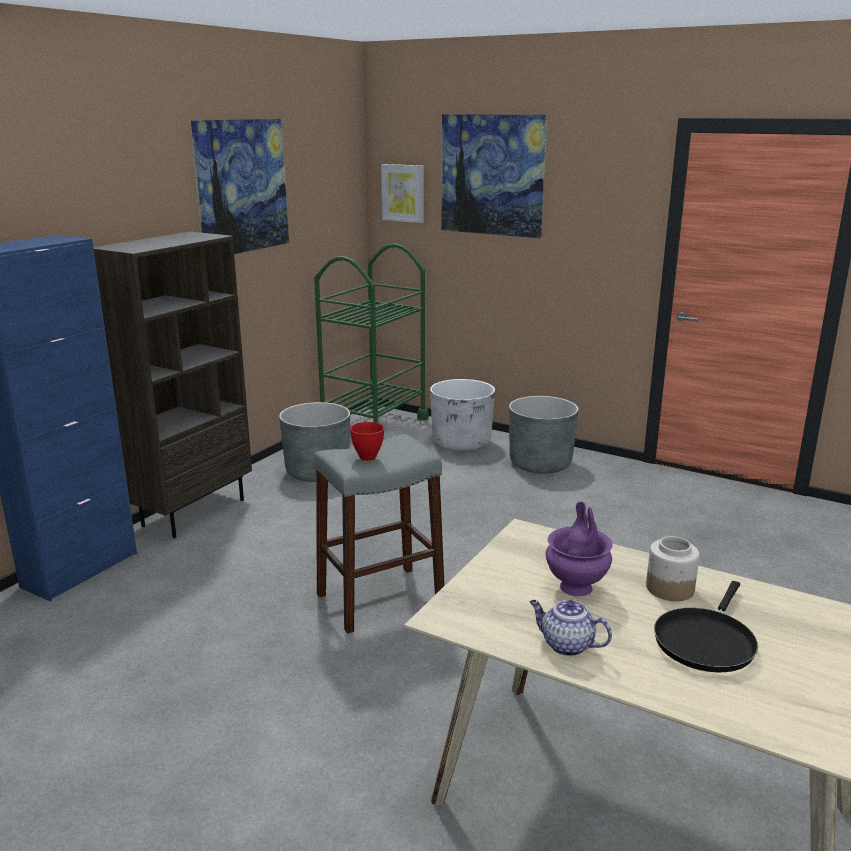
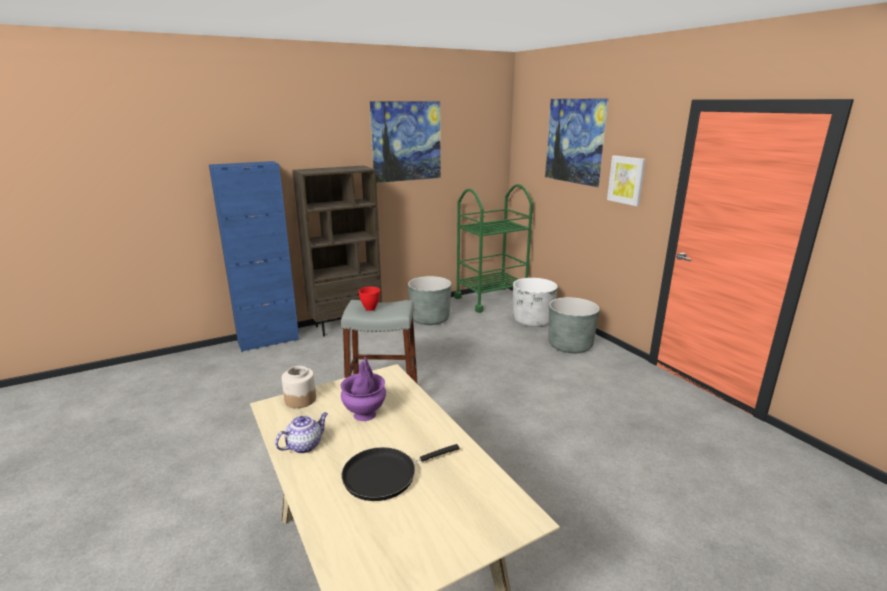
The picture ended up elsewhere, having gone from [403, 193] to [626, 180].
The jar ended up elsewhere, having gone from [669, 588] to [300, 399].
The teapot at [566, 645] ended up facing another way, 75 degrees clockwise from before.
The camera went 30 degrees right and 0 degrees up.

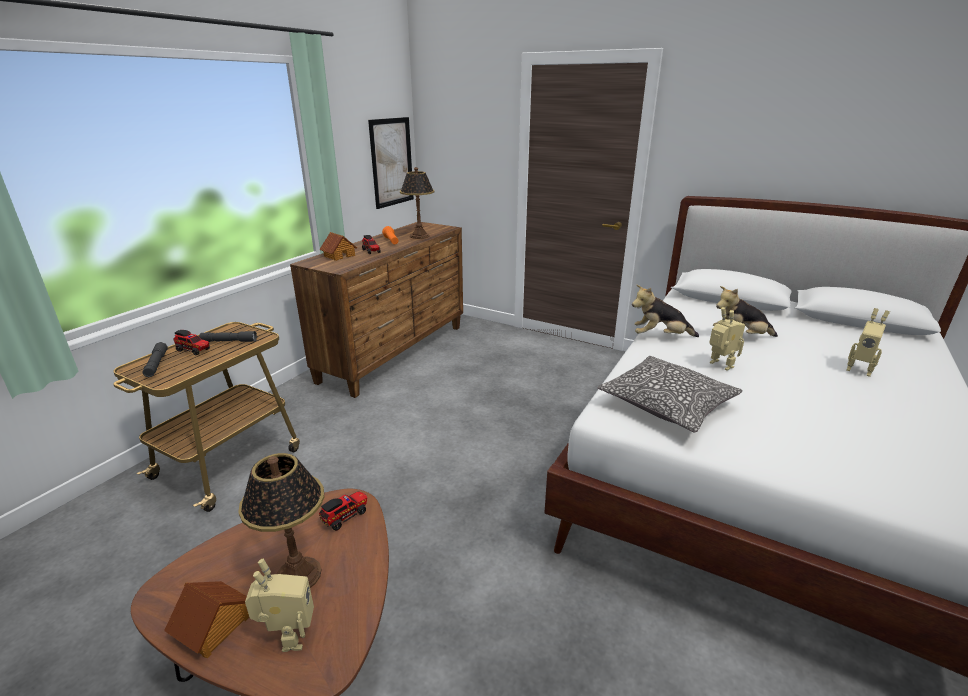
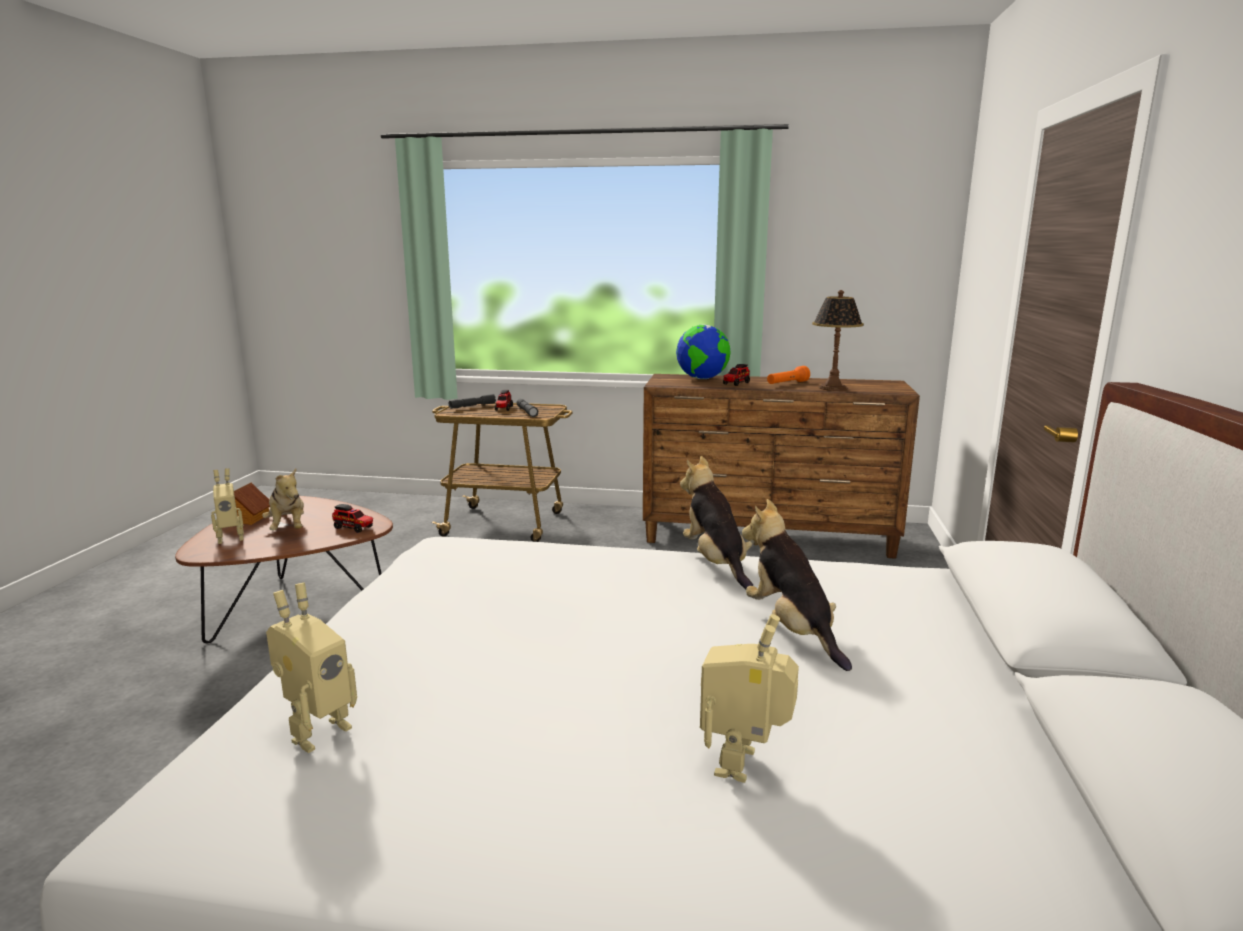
The second view lost the picture at [391, 162].
Where the toy_house stood at [339, 256], the globe came to stand at [702, 379].
The toy_robot ended up elsewhere, having gone from [719, 366] to [316, 731].
The second view lost the pillow at [667, 404].
Where the table_lamp stood at [298, 574], the plush_toy came to stand at [288, 528].
The camera went 70 degrees right and 10 degrees down.

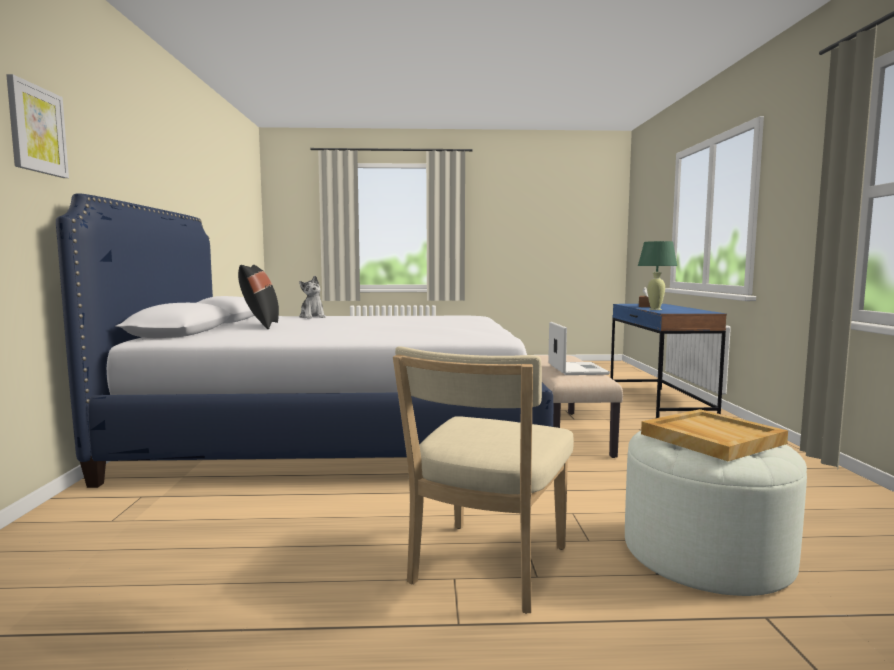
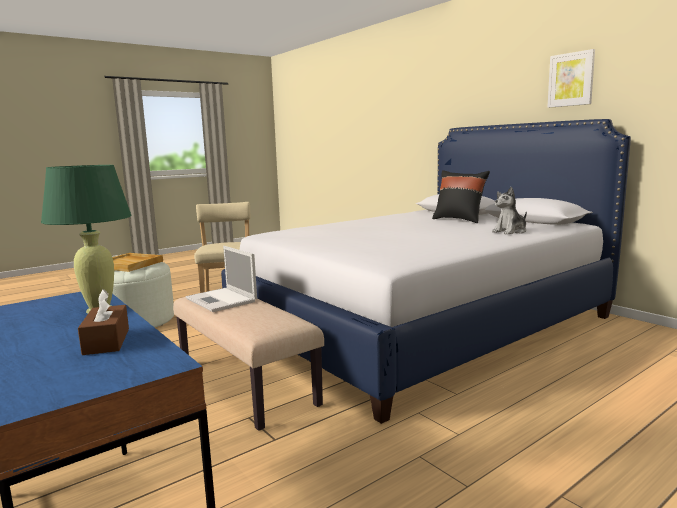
The picture ended up elsewhere, having gone from [36, 129] to [571, 79].
The plush_toy at [312, 317] ended up facing another way, 60 degrees counterclockwise from before.
The camera went 145 degrees right and 5 degrees up.

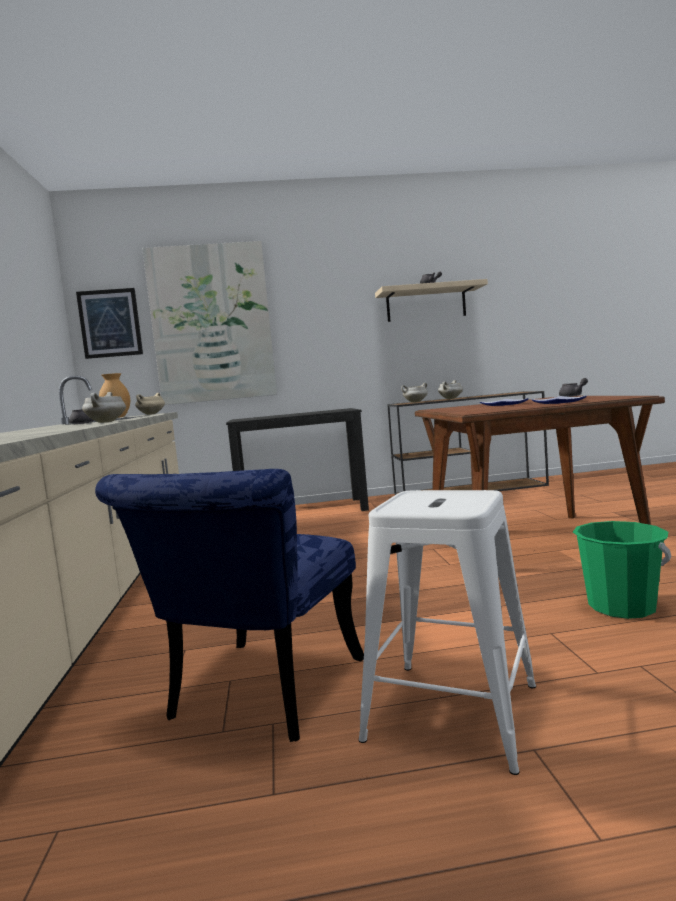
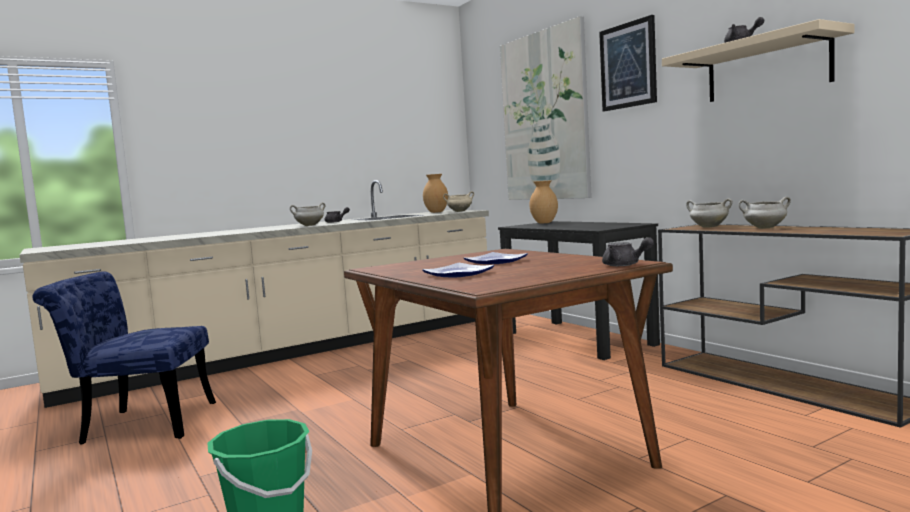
The picture ended up elsewhere, having gone from [110, 323] to [628, 65].
The second view lost the white_stool at [451, 712].
The second view gained the brown_vase at [545, 223].
The camera went 65 degrees right and 0 degrees up.

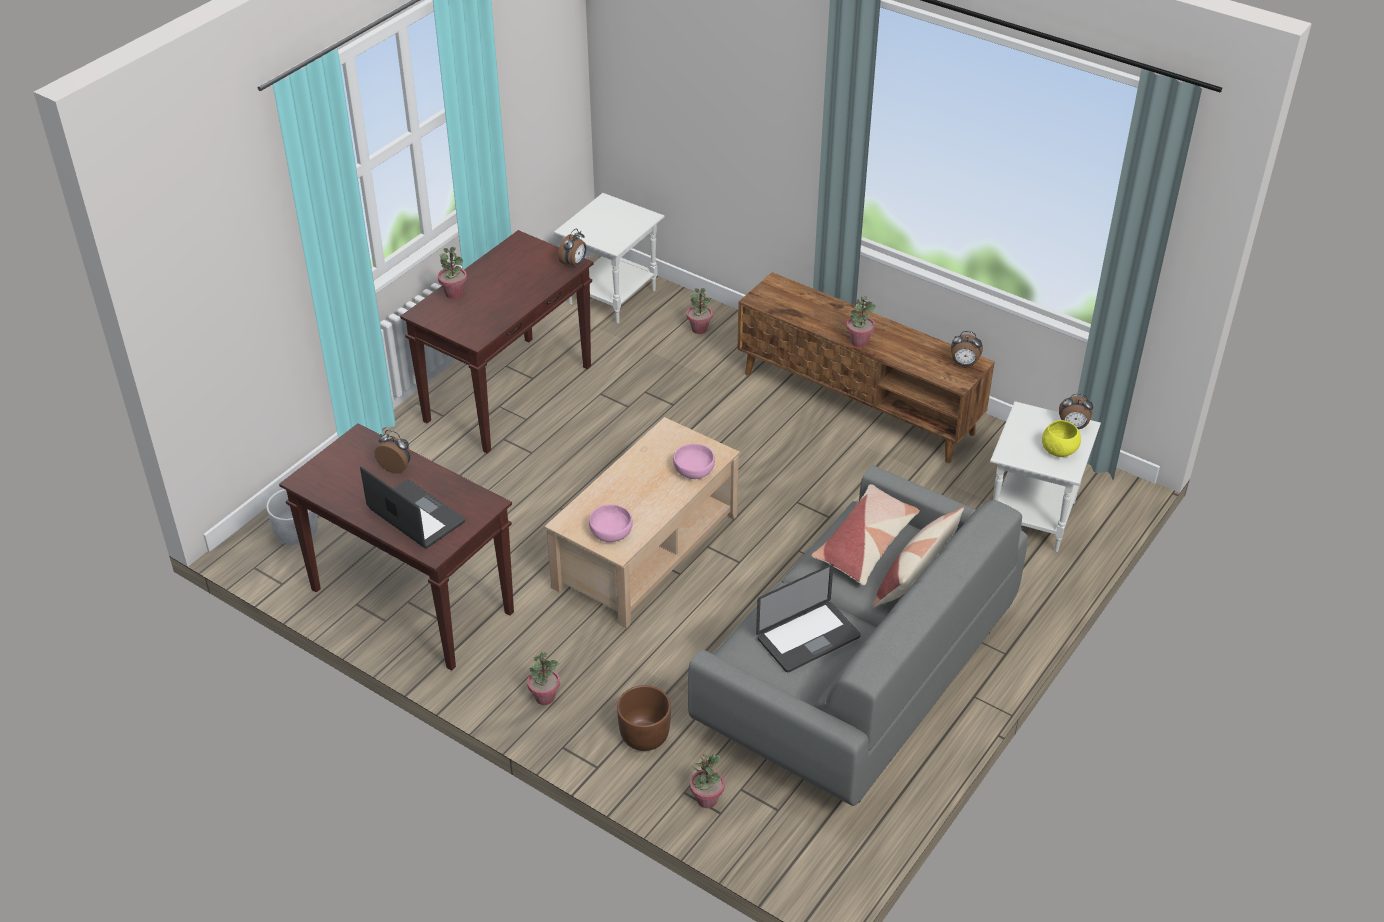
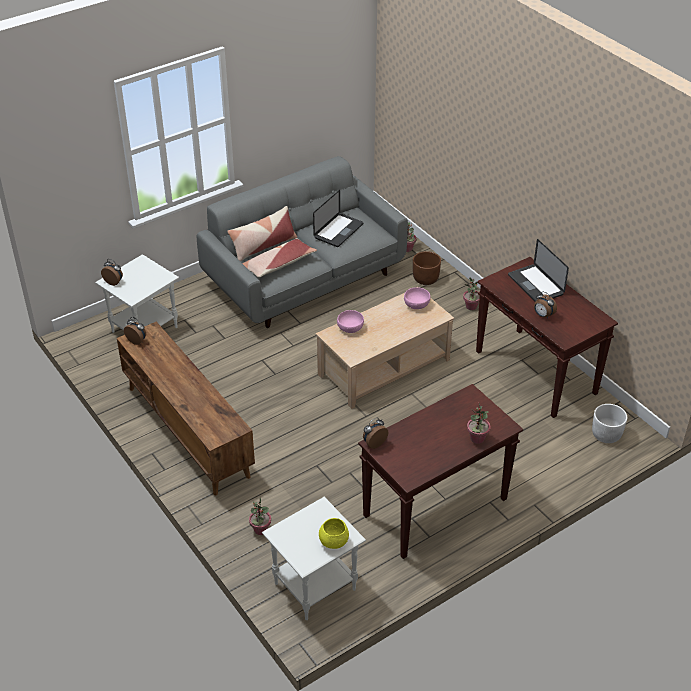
The second view lost the potted_plant at [859, 342].
The yellow_bowl ended up elsewhere, having gone from [1058, 450] to [334, 542].
The laptop at [808, 638] ended up facing another way, 135 degrees clockwise from before.
The camera went 160 degrees left and 0 degrees up.

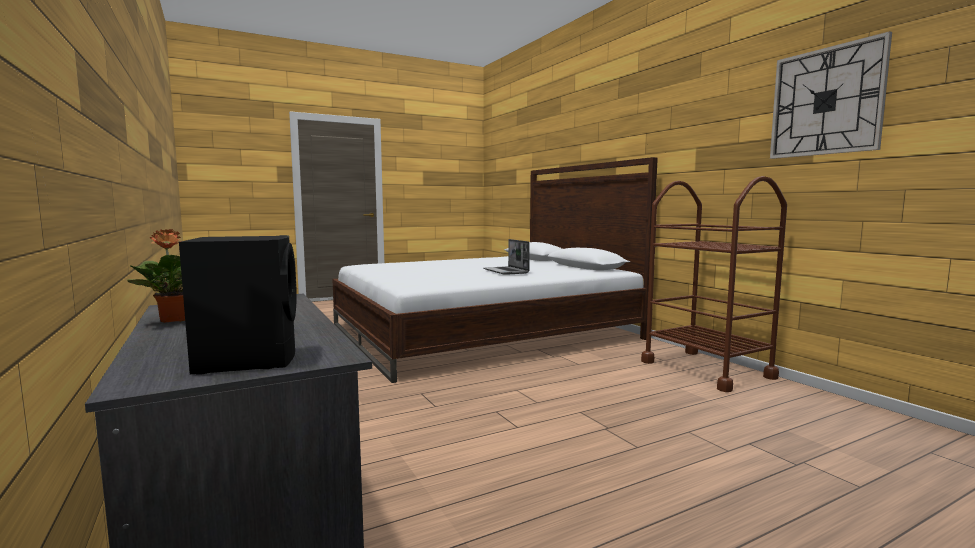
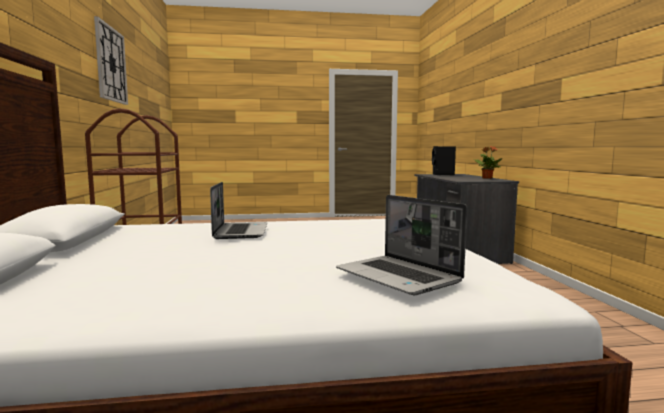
The second view gained the laptop at [399, 277].
The camera went 160 degrees left and 0 degrees up.

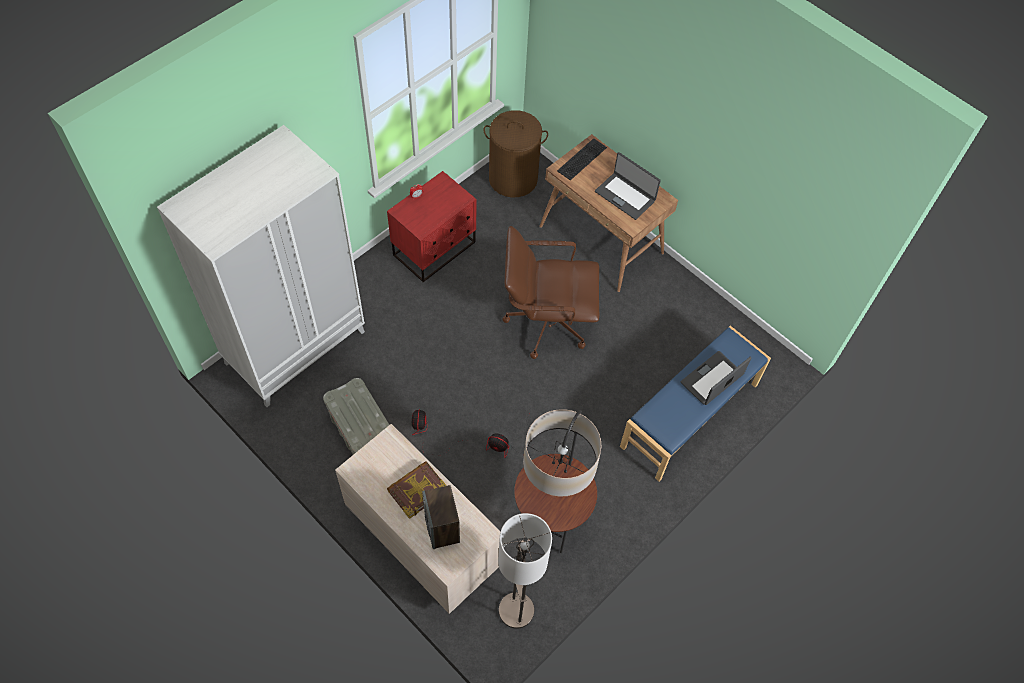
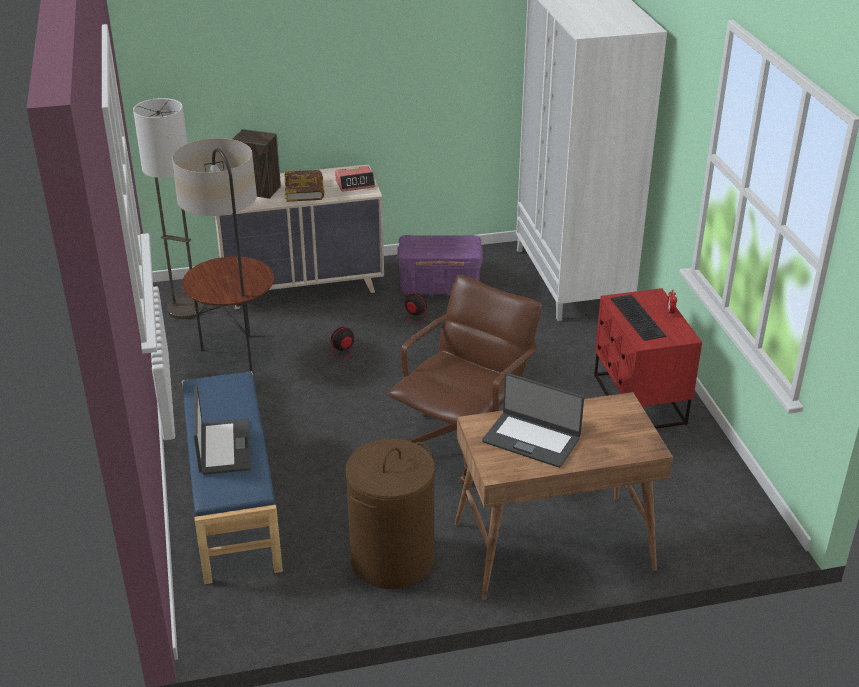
The brown_laundry_basket ended up elsewhere, having gone from [513, 178] to [392, 560].
The keyboard ended up elsewhere, having gone from [581, 158] to [639, 317].
The laptop at [625, 196] ended up facing another way, 135 degrees counterclockwise from before.
What was the grey_storage_box at [361, 434] turned into the purple_storage_box at [440, 287].
The second view gained the alarm_clock at [355, 184].
The camera went 125 degrees right and 25 degrees down.

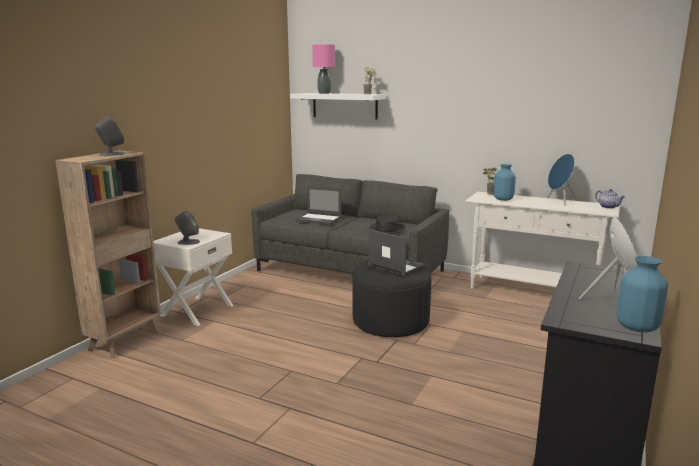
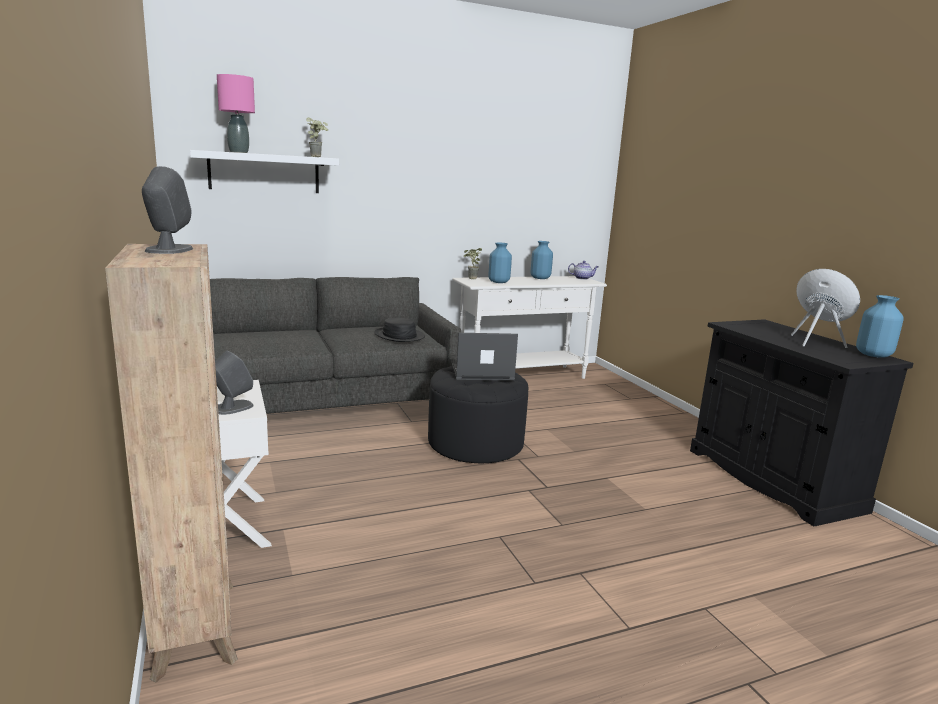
Where the blue_speaker stood at [559, 201], the blue_vase came to stand at [540, 278].
The second view lost the laptop at [319, 219].
The camera went 50 degrees left and 0 degrees up.

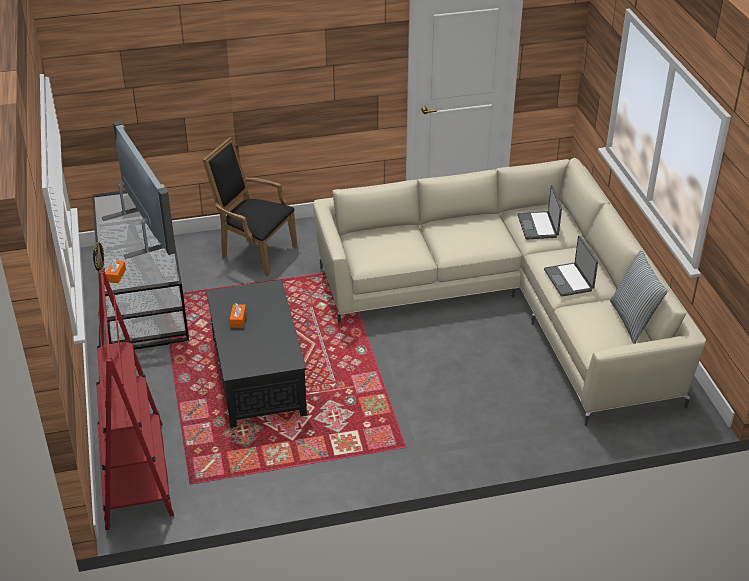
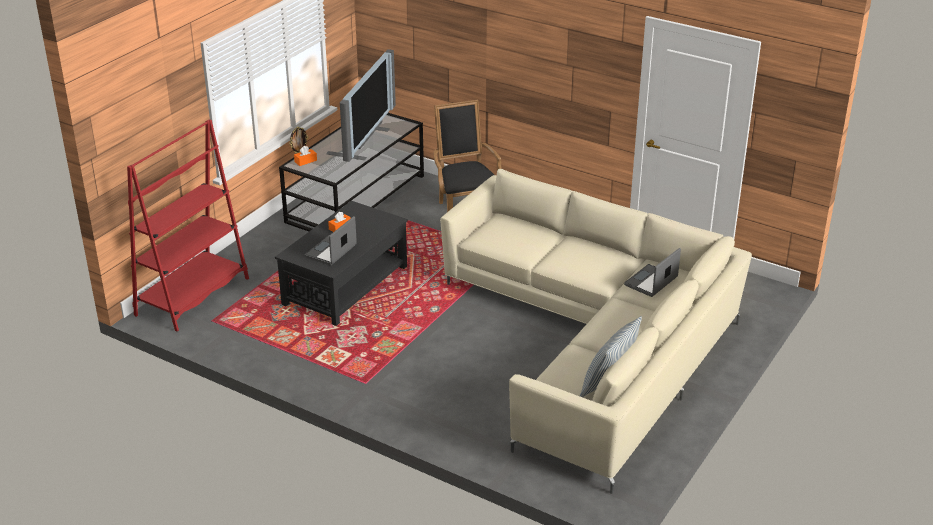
The laptop ended up elsewhere, having gone from [569, 280] to [331, 251].
The camera went 45 degrees right and 5 degrees down.

